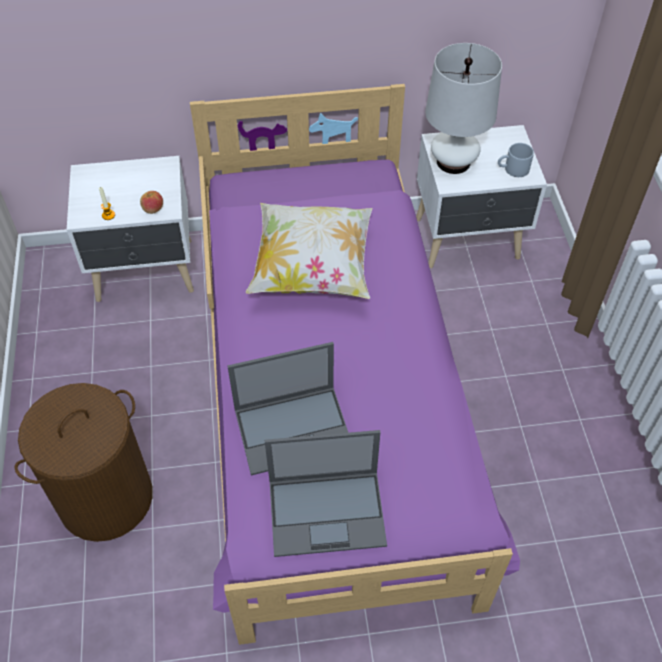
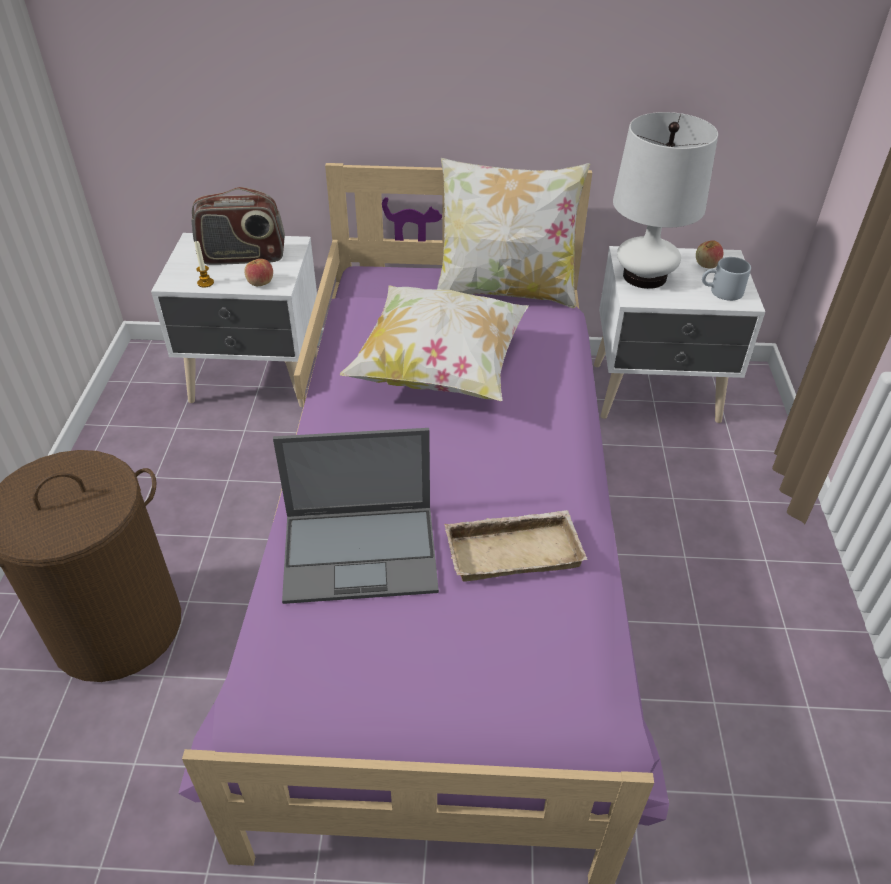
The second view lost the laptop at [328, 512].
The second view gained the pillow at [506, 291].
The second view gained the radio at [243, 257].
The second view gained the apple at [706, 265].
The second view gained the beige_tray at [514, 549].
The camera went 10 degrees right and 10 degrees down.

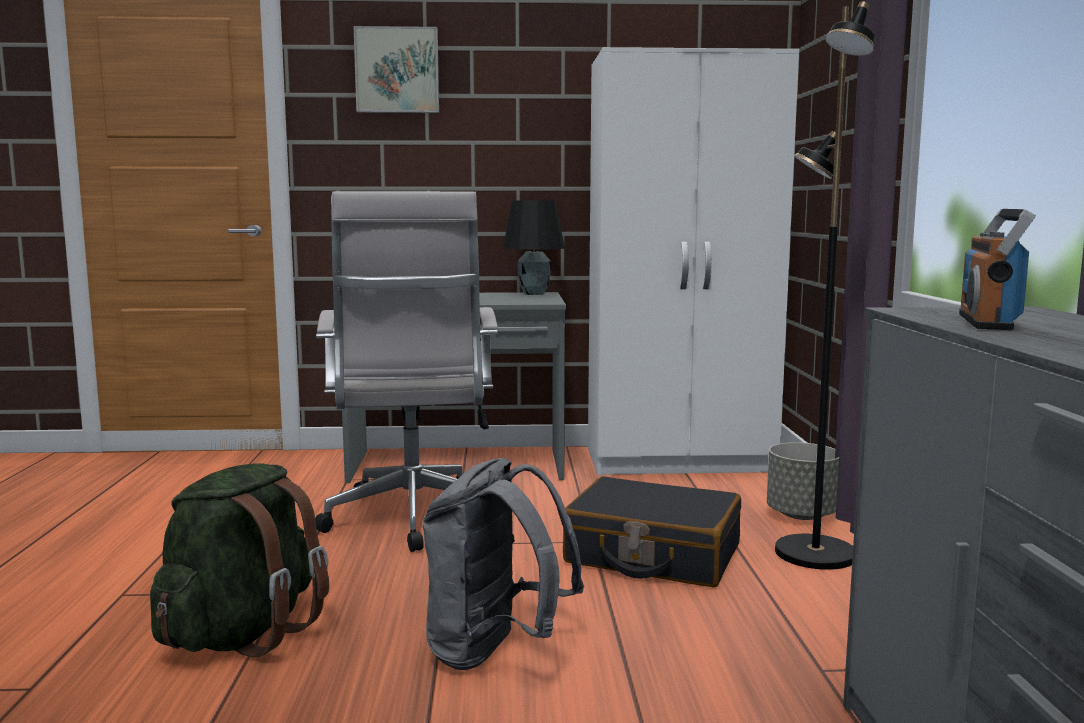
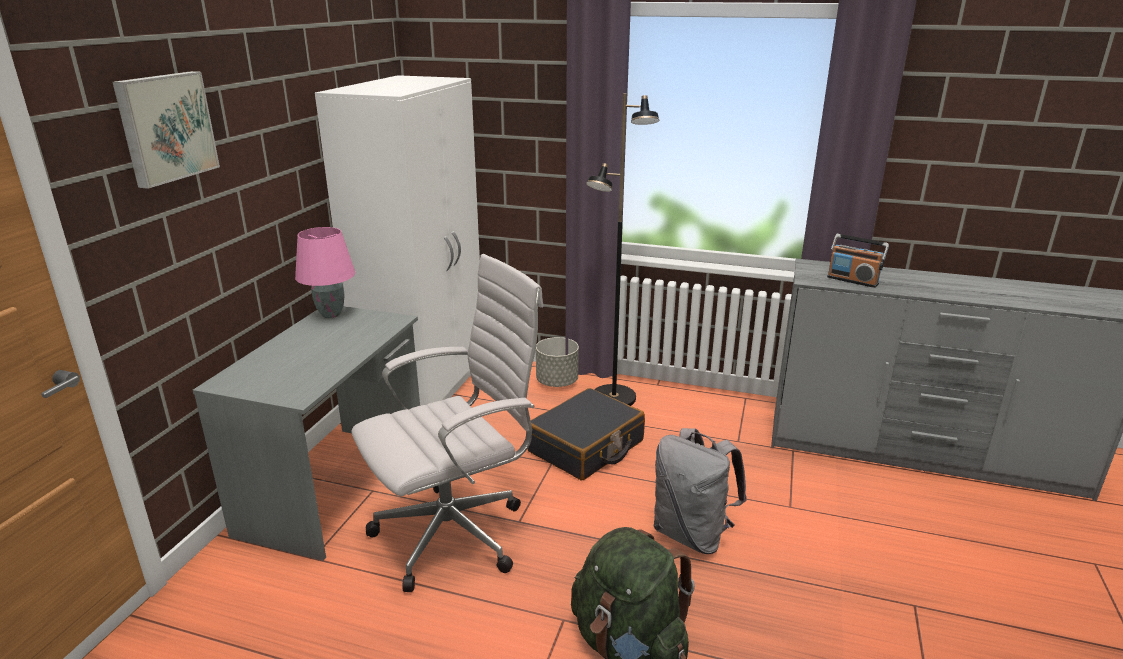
The white_office_chair at [413, 520] ended up facing another way, 45 degrees counterclockwise from before.
What was the black_table_lamp at [533, 294] turned into the pink_table_lamp at [330, 314].
The camera went 70 degrees left and 15 degrees up.

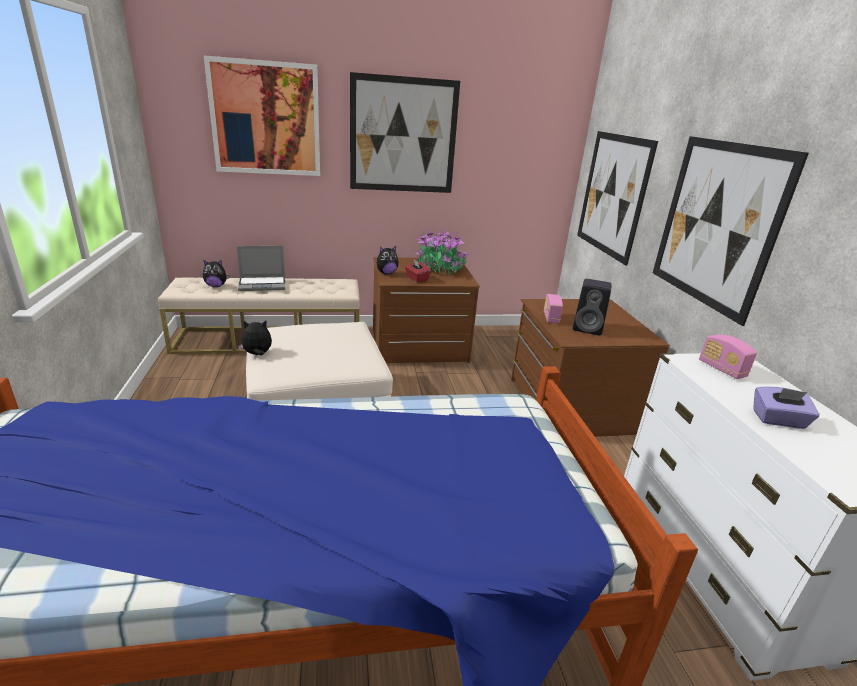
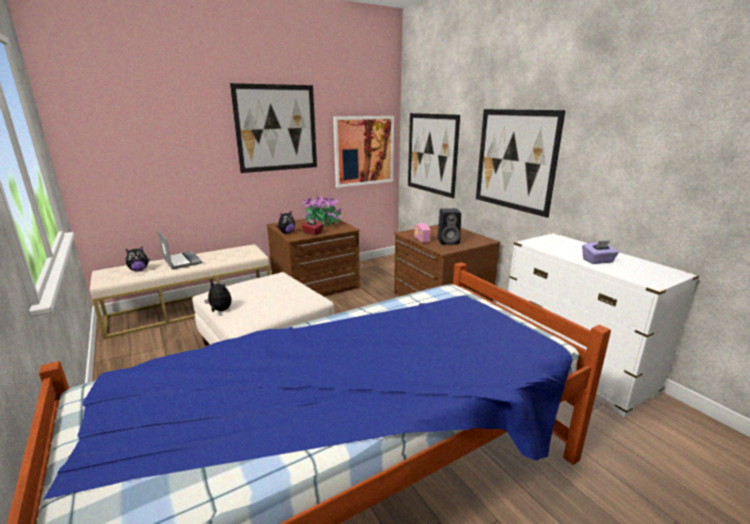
The picture ended up elsewhere, having gone from [266, 119] to [364, 151].
The laptop at [263, 284] ended up facing another way, 90 degrees counterclockwise from before.
The plush_toy at [257, 354] ended up facing another way, 60 degrees clockwise from before.
The second view lost the radio at [721, 369].
The camera went 20 degrees left and 5 degrees down.

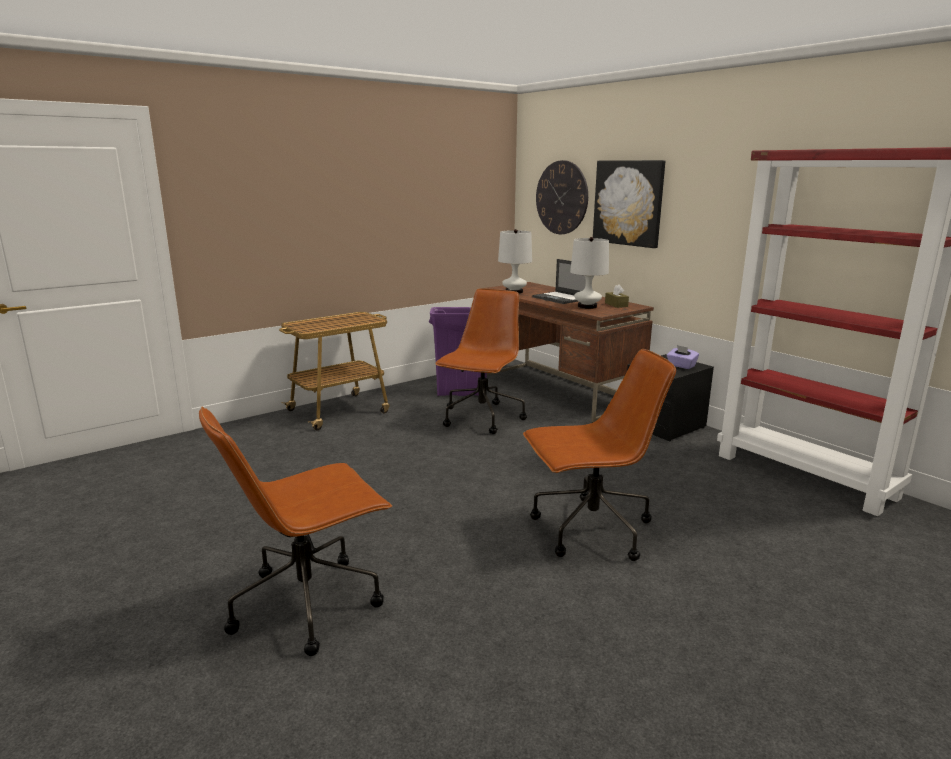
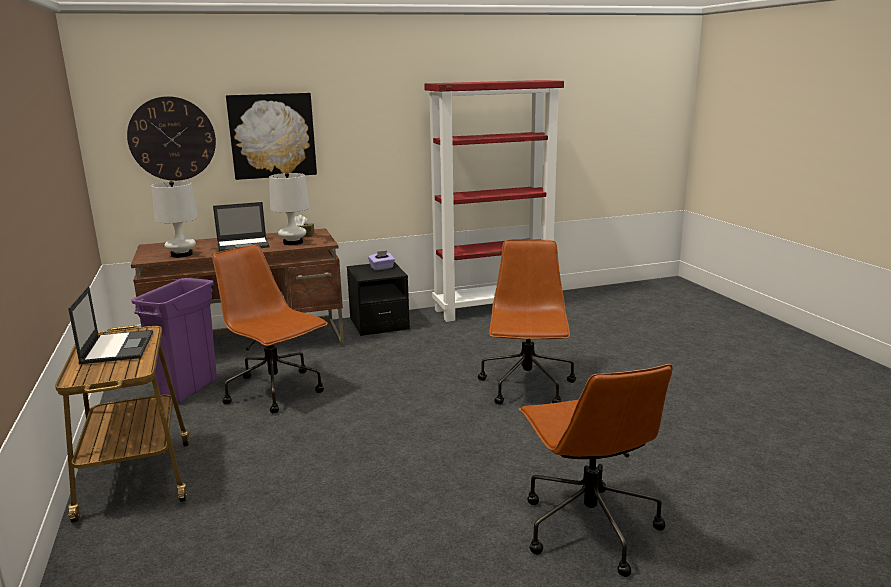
The second view gained the laptop at [117, 347].
The camera went 70 degrees left and 0 degrees up.

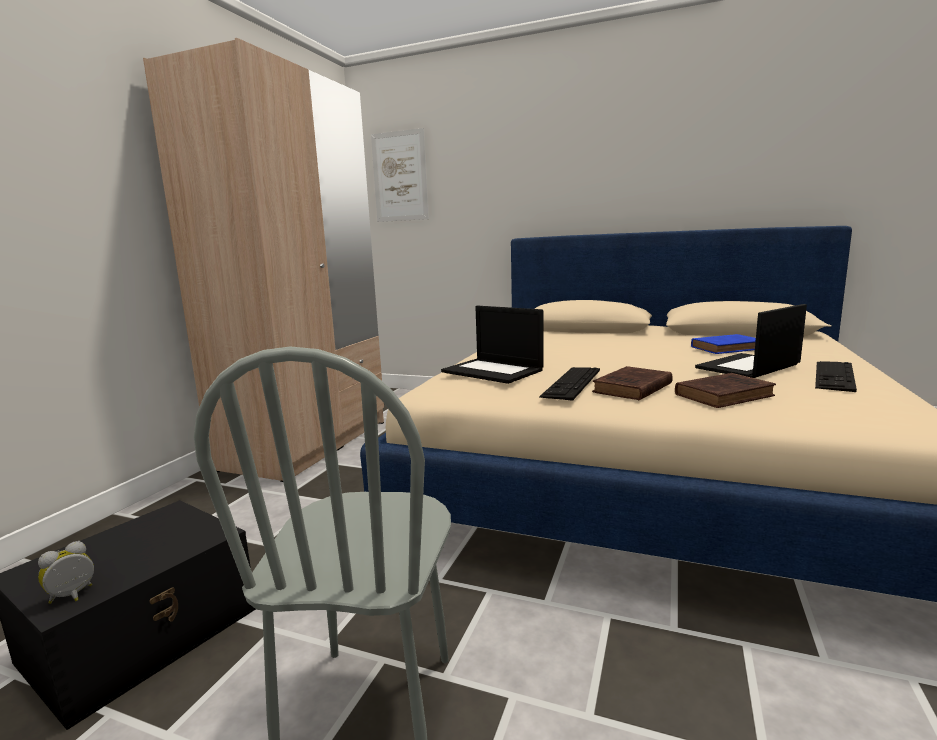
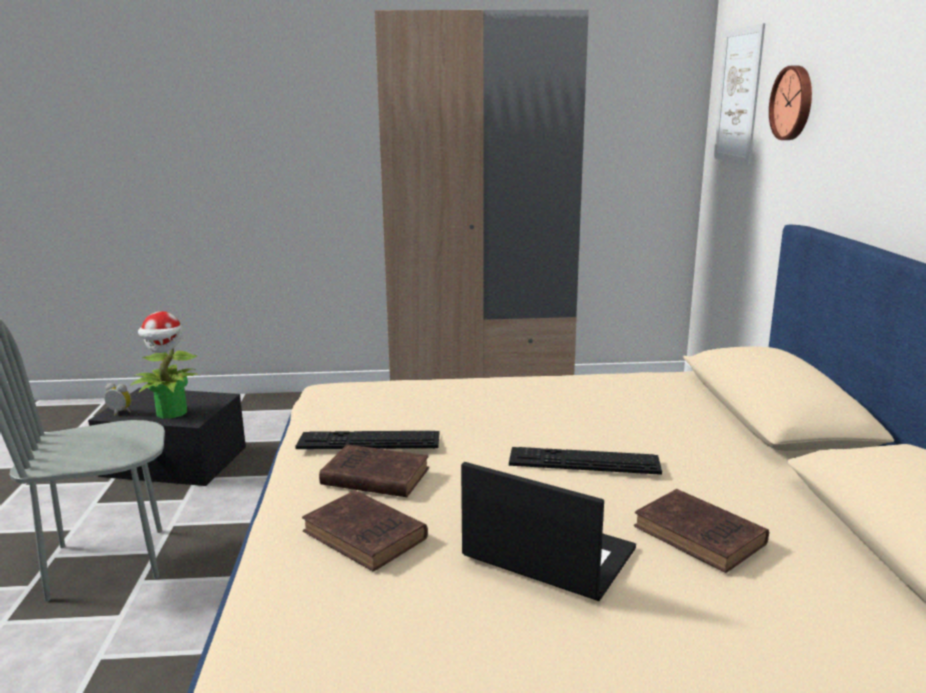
The second view lost the laptop at [494, 371].
What was the blue_book at [728, 348] turned into the brown_book at [702, 537].
The keyboard ended up elsewhere, having gone from [834, 375] to [584, 460].
The second view gained the wall_clock at [793, 103].
The second view gained the potted_plant at [172, 413].
The camera went 65 degrees right and 5 degrees up.

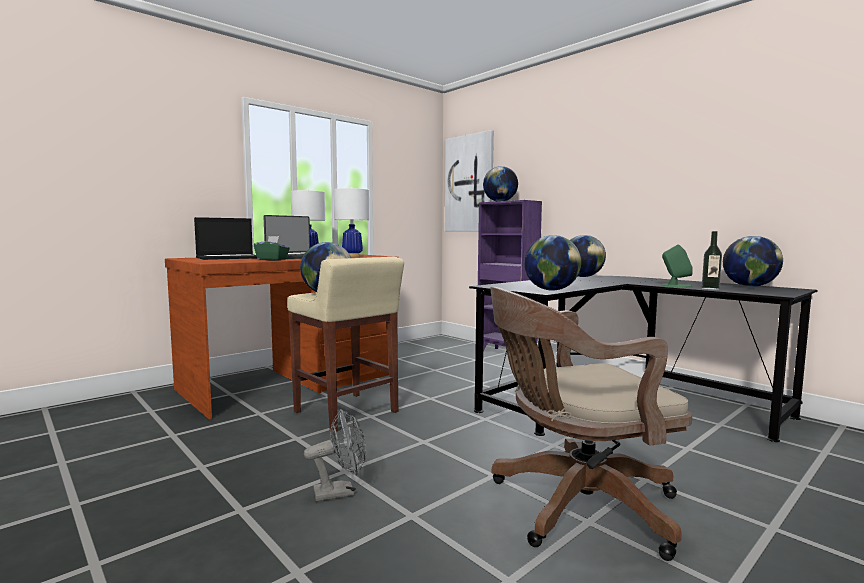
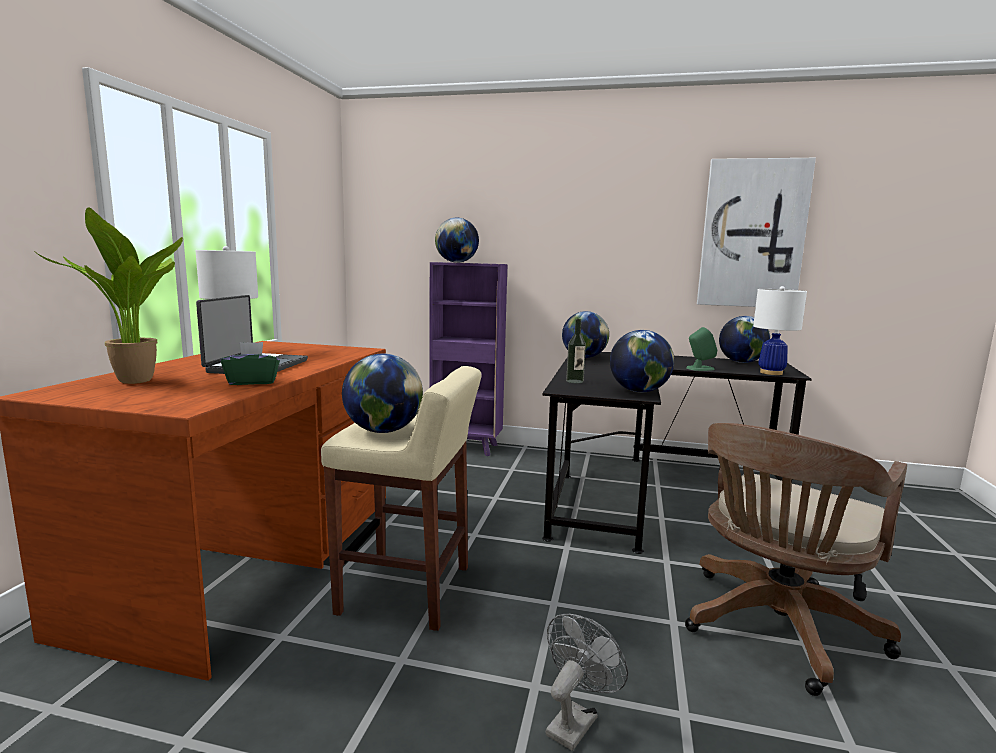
The picture ended up elsewhere, having gone from [469, 183] to [752, 234].
The white_table_lamp ended up elsewhere, having gone from [352, 256] to [771, 373].
Where the laptop stood at [229, 258], the potted_plant came to stand at [141, 381].
The bottle ended up elsewhere, having gone from [710, 288] to [574, 381].
The camera went 35 degrees left and 5 degrees up.

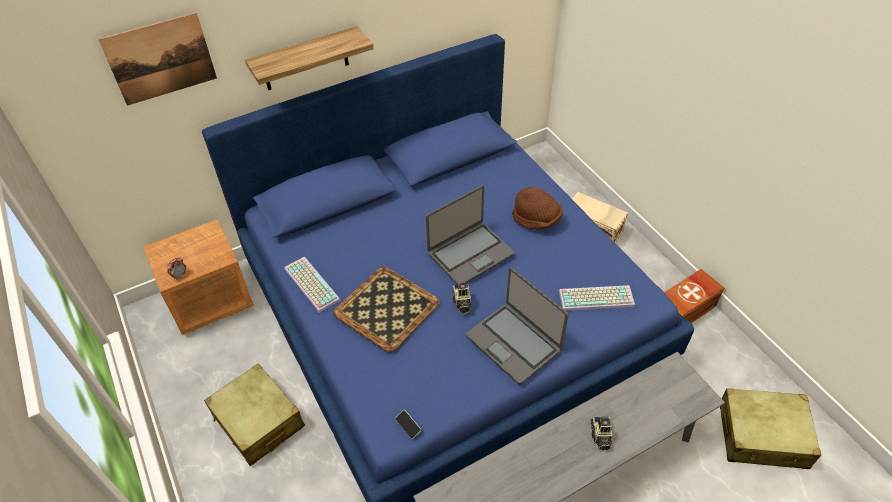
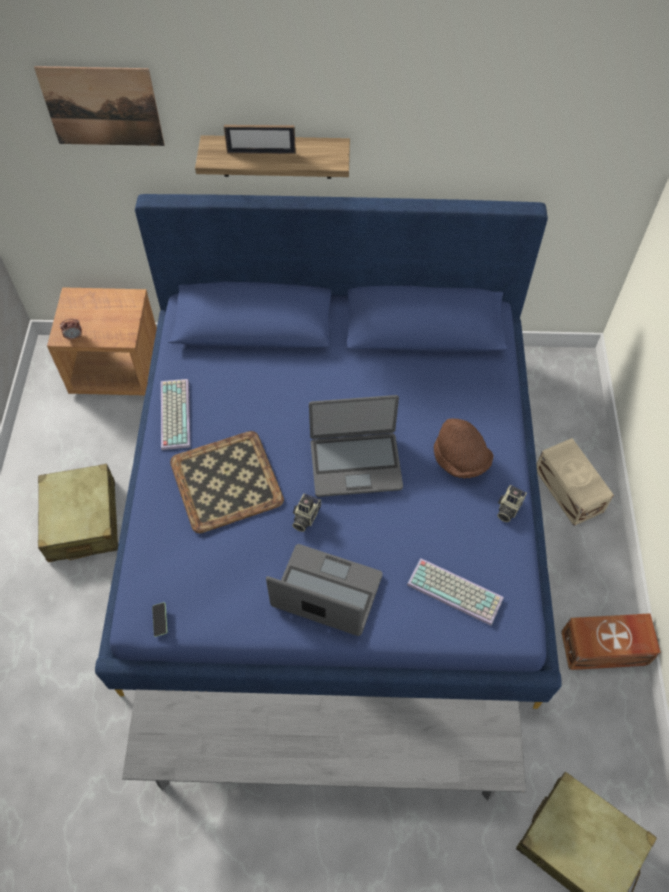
The laptop at [514, 343] ended up facing another way, 120 degrees clockwise from before.
The photo_camera ended up elsewhere, having gone from [600, 437] to [508, 507].
The second view gained the picture_frame at [261, 152].
The camera went 30 degrees right and 10 degrees up.

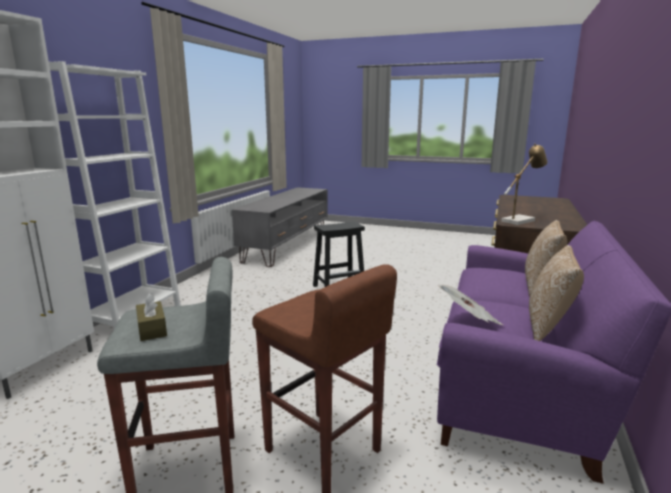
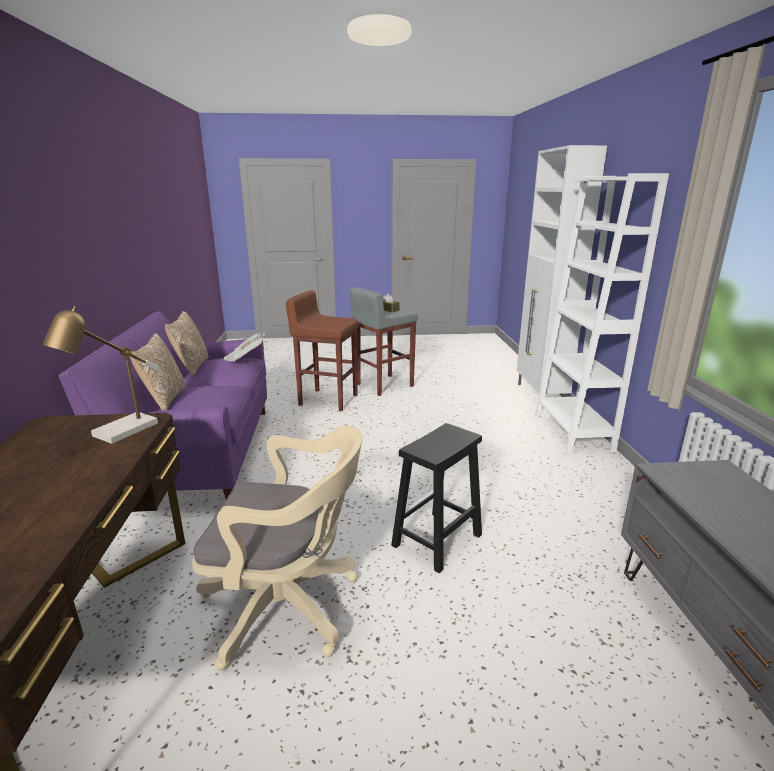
The second view gained the beige_office_chair at [289, 607].
The camera went 155 degrees right and 5 degrees up.

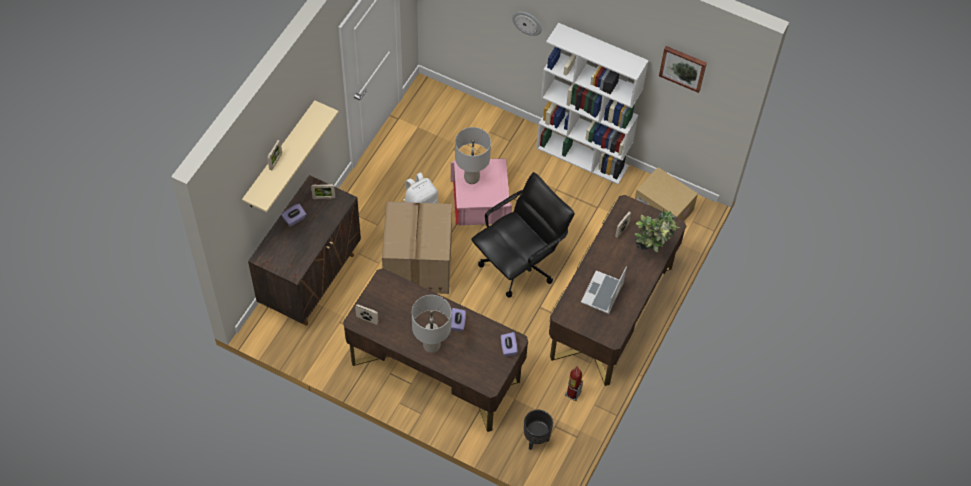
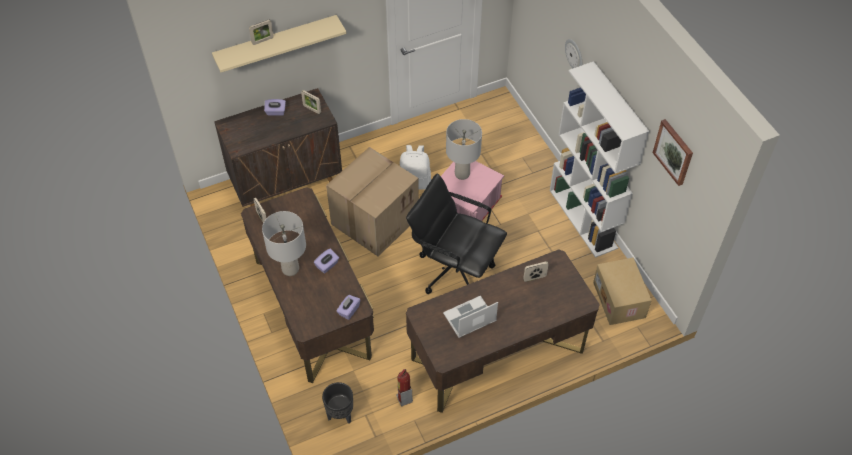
The black_office_chair at [519, 264] ended up facing another way, 150 degrees counterclockwise from before.
The second view lost the potted_plant at [650, 254].
The camera went 40 degrees right and 5 degrees down.

